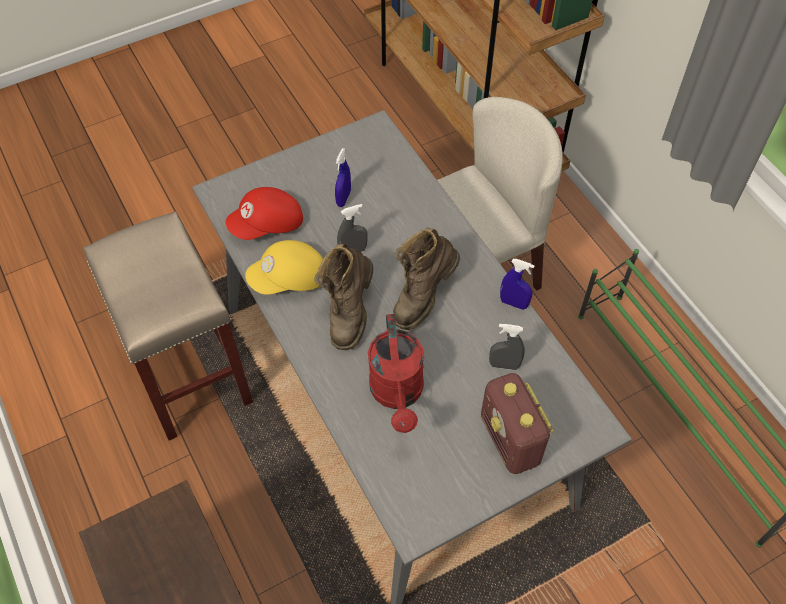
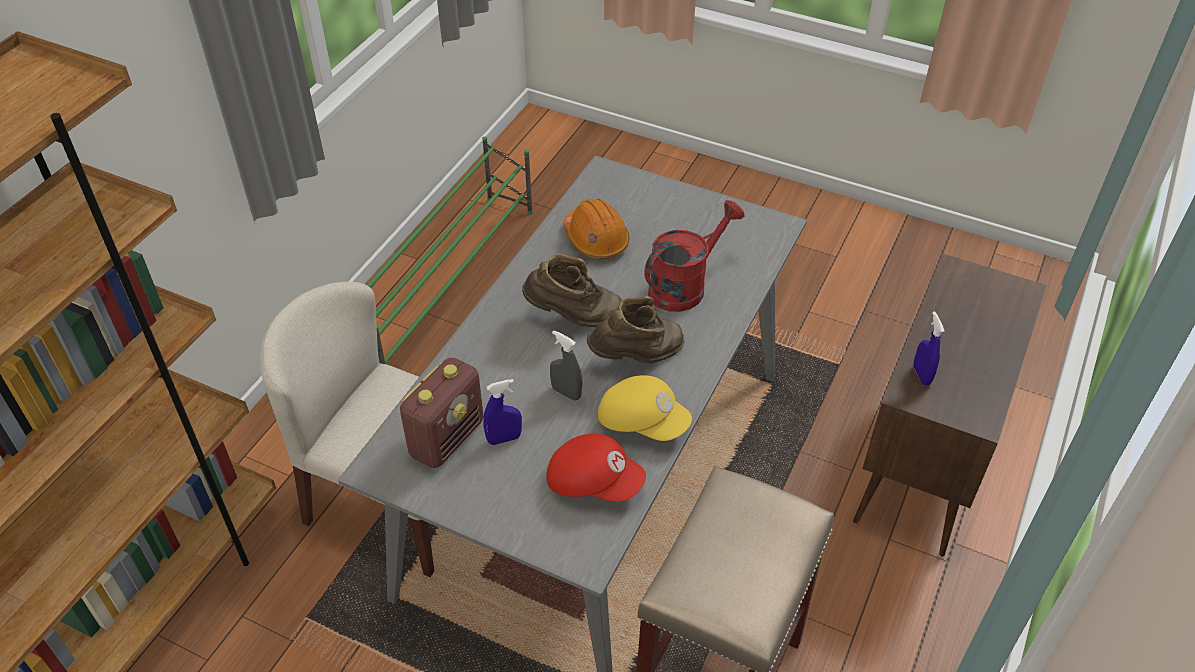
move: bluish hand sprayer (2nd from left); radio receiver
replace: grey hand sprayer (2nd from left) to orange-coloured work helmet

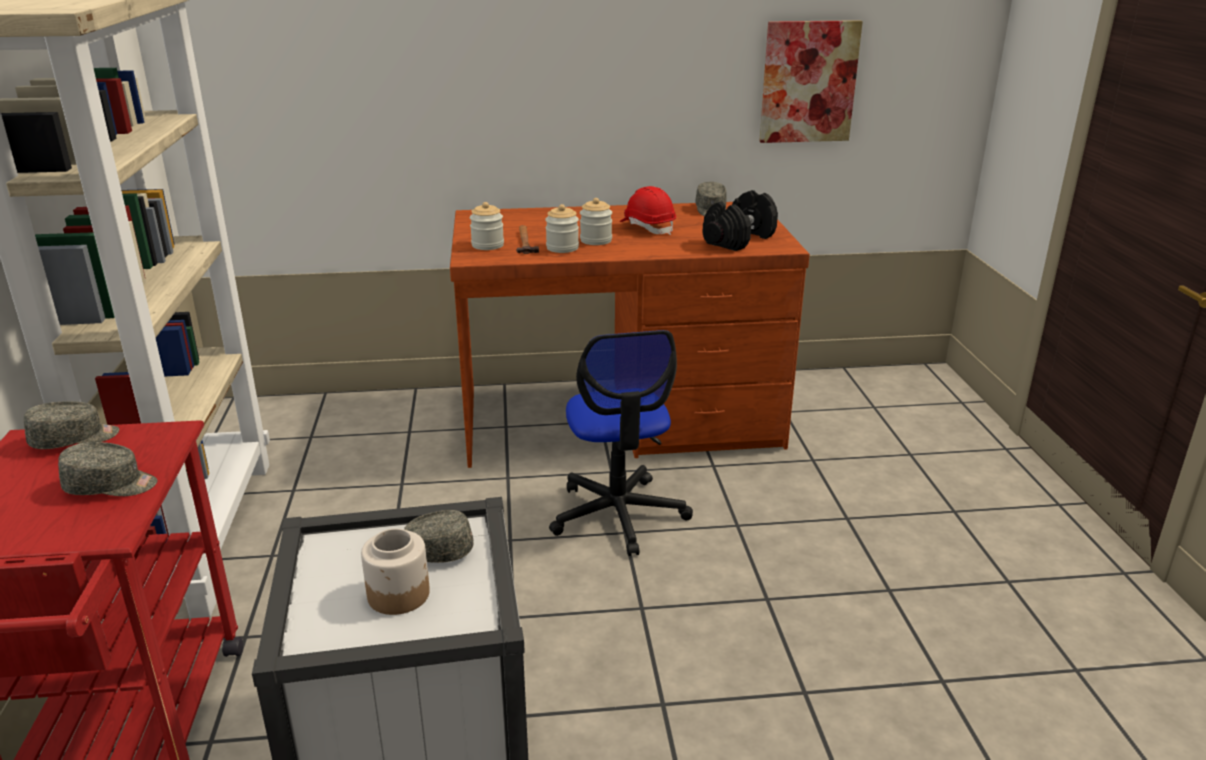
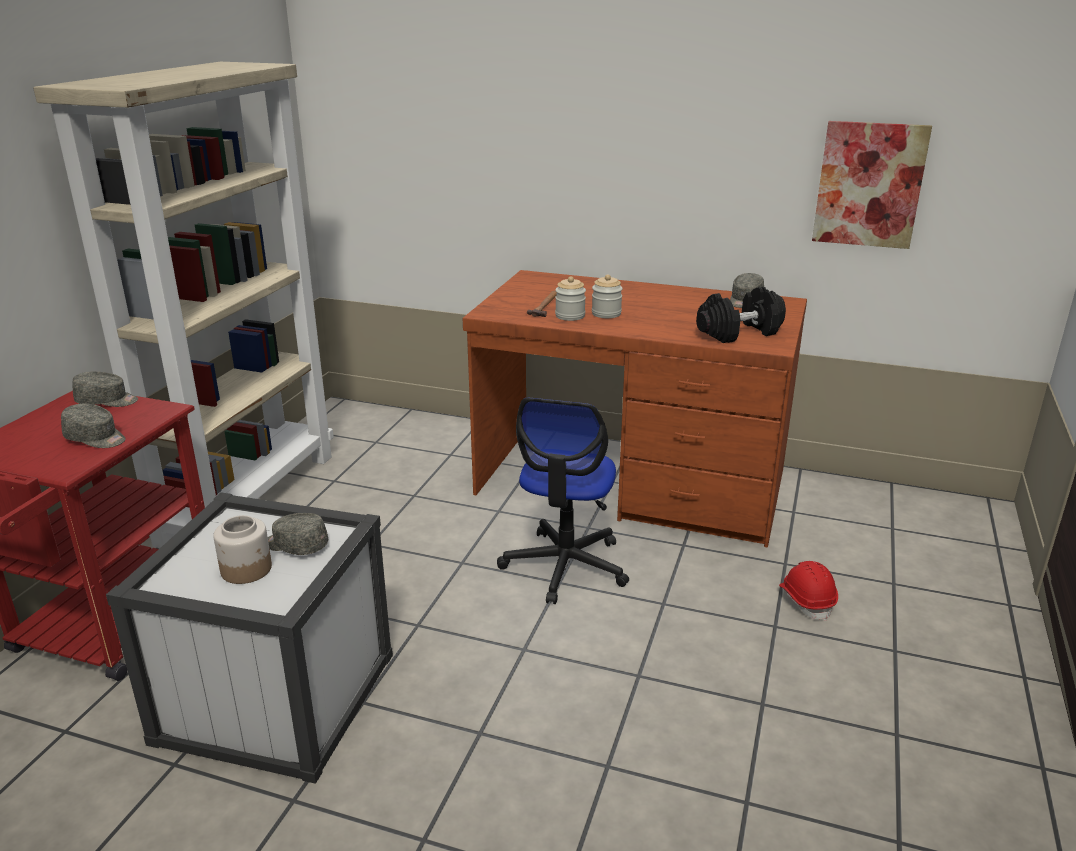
delete: preserve jar (2nd from left)
move: red-coloured work helmet

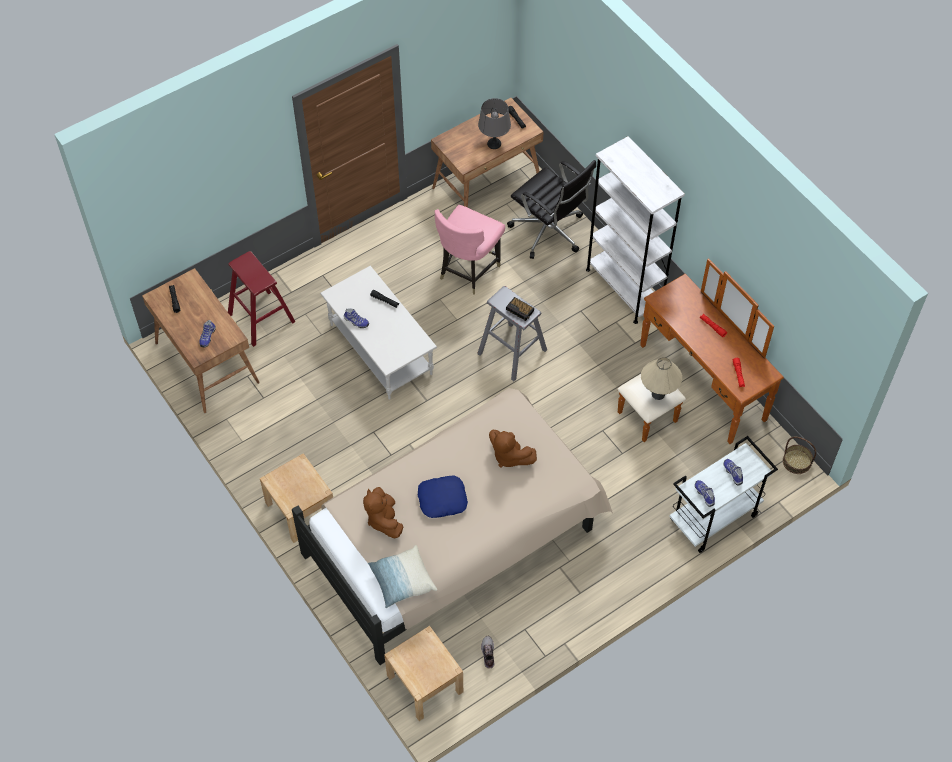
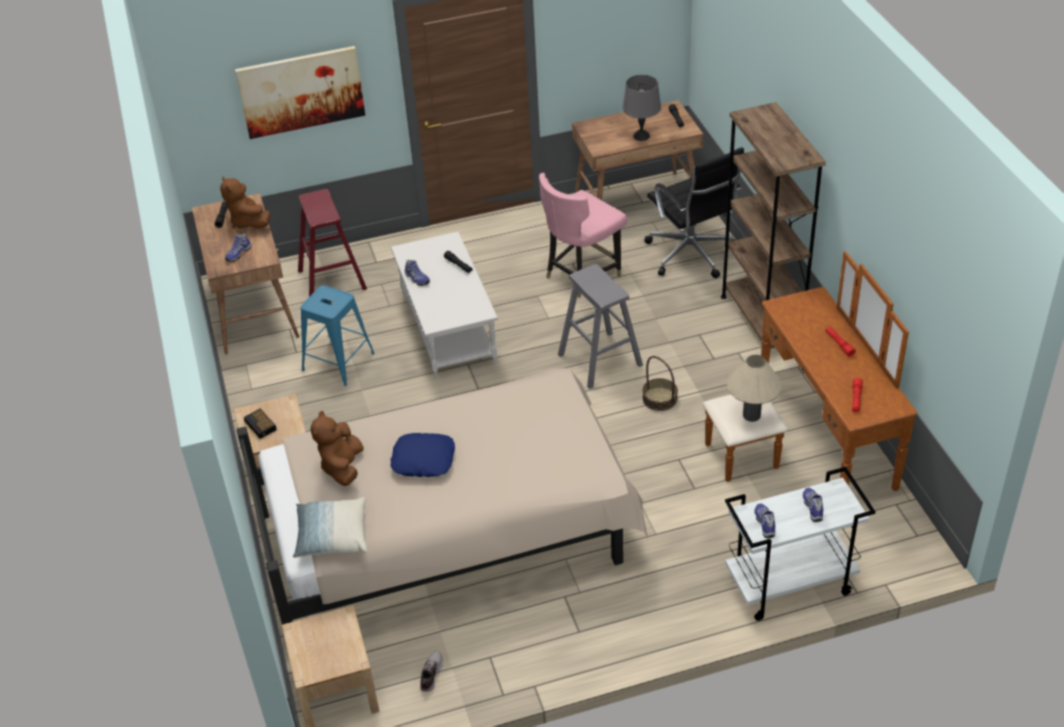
insert: wall picture; bluish stool
move: alarm clock; brown soft toy (2nd from left in the first image) to brown soft toy (1st from left); household basket
recolor: white bookshelf to brown bookshelf

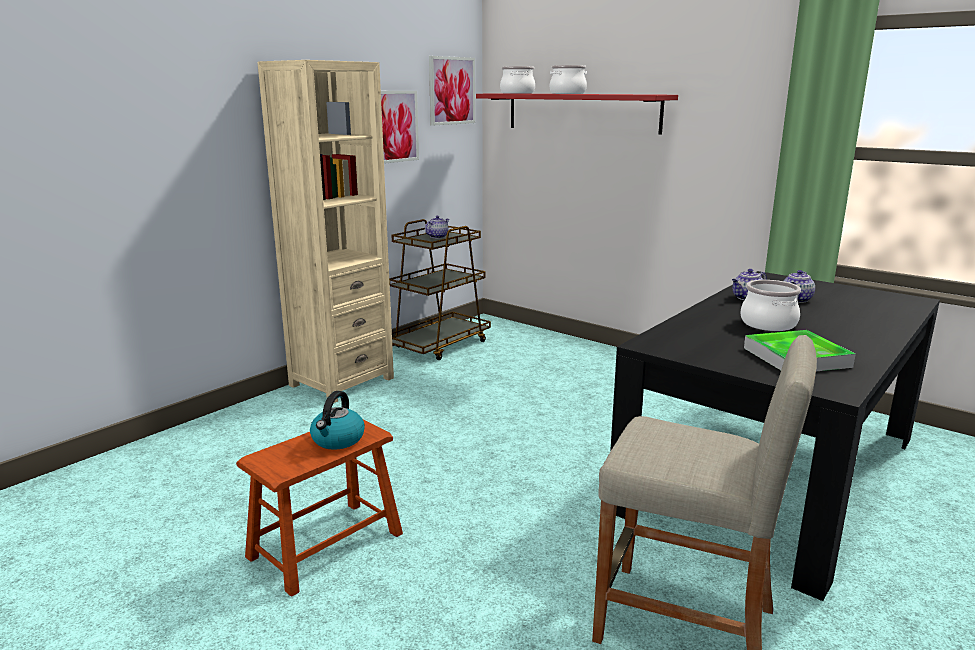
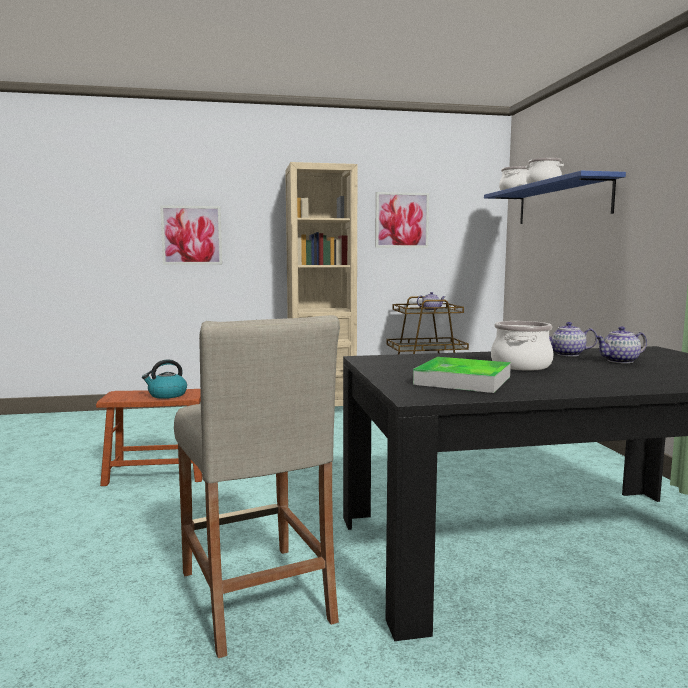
move: wall picture (2nd from left in the first image) to wall picture (1st from left)
recolor: red-coloured shelf to bluish shelf

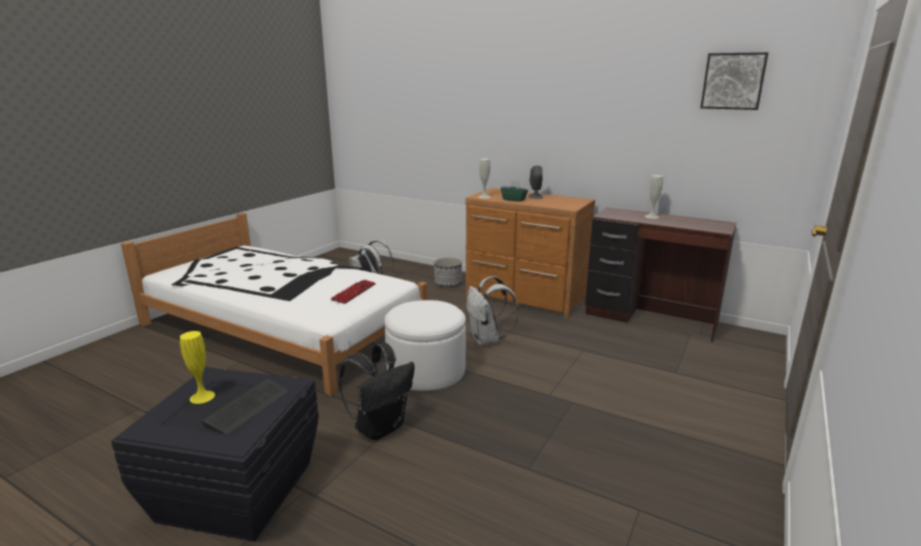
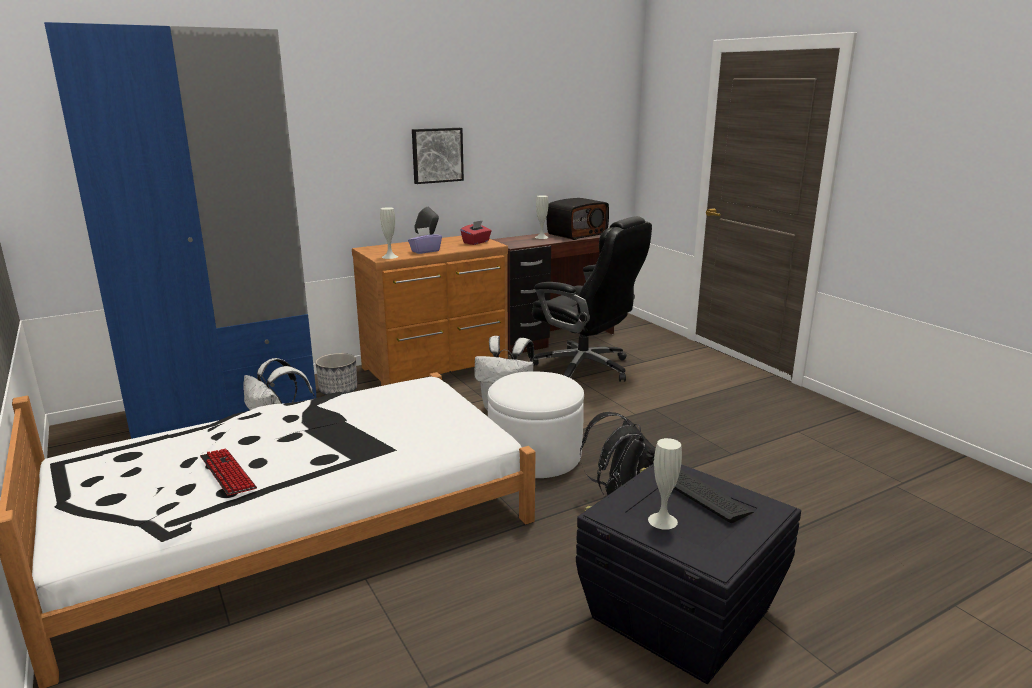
insert: bluish armoire; radio receiver; black-coloured office chair; red-coloured box of tissues
move: wall picture; computer keyboard (2nd from left in the first image) to computer keyboard (1st from left)
recolor: greenish box of tissues to purple-coloured box of tissues; yellow-coloured flower vase to white flower vase (3rd from left)

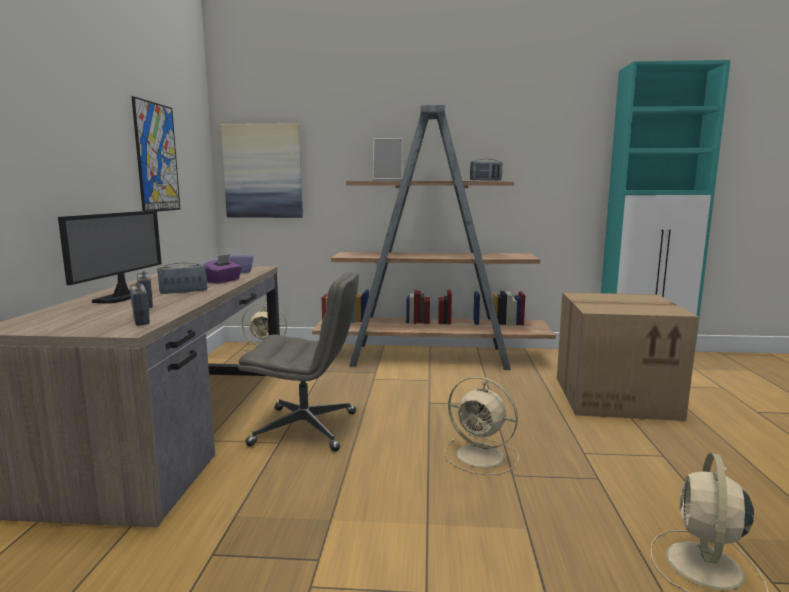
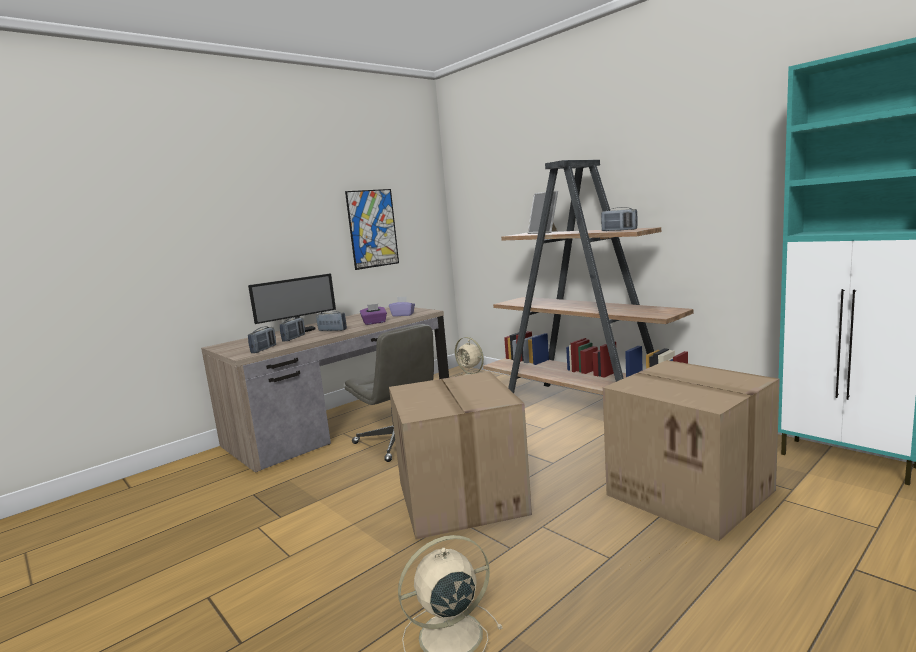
delete: wall picture (2nd from left)
replace: beige-coloured fan (2nd from left) to cardboard box (1st from left)

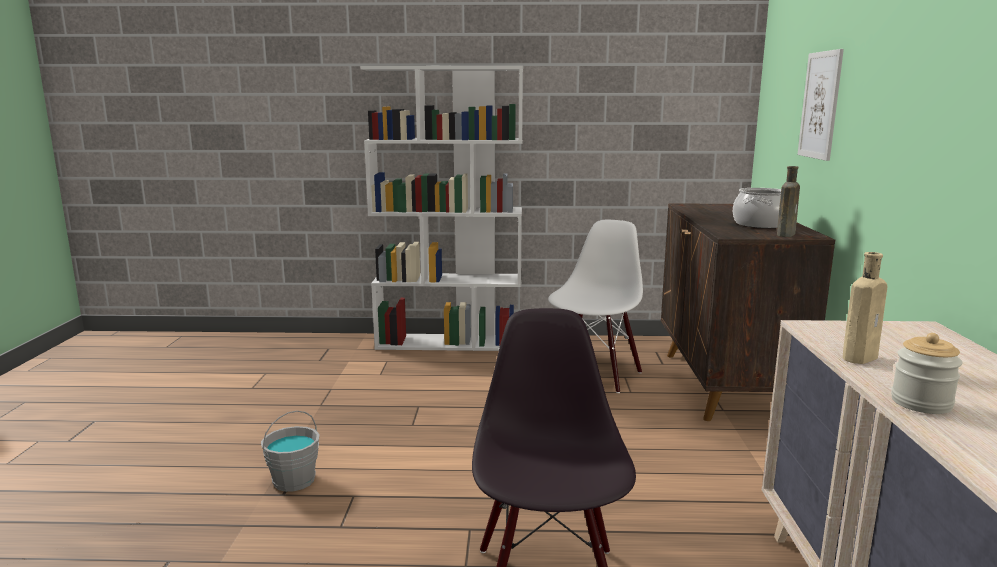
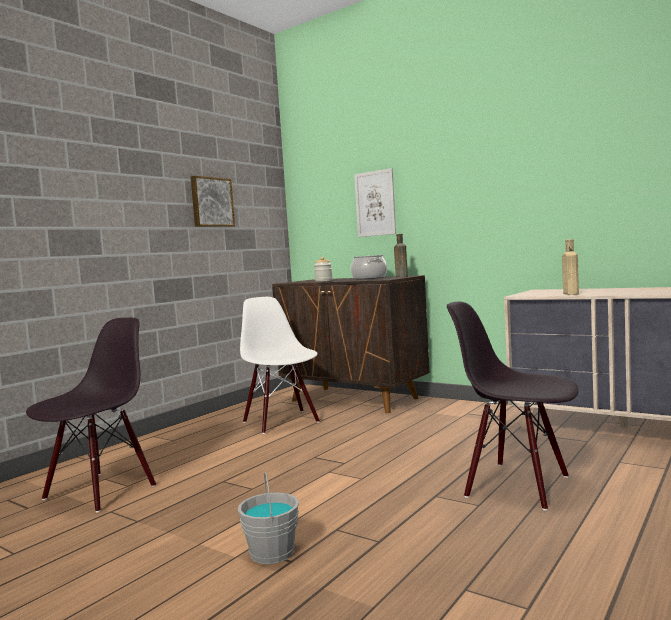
delete: white bookshelf
insert: wall picture (1st from left); black-coloured chair (1st from left)
move: preserve jar

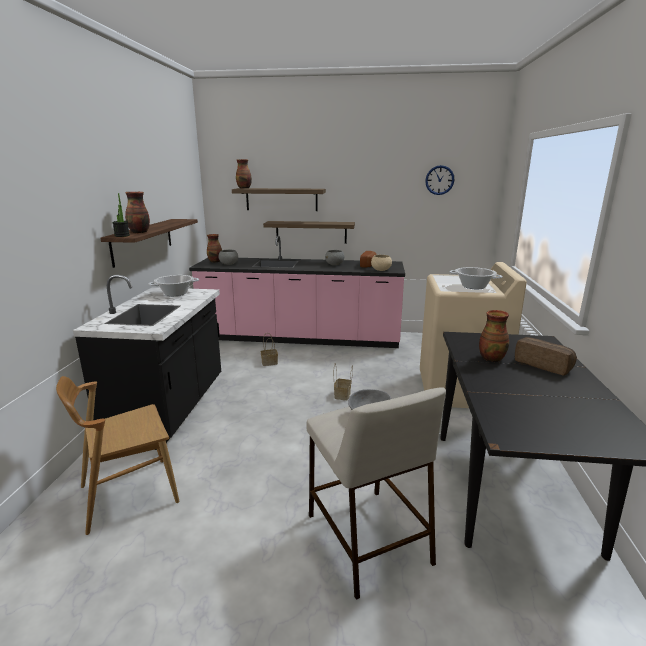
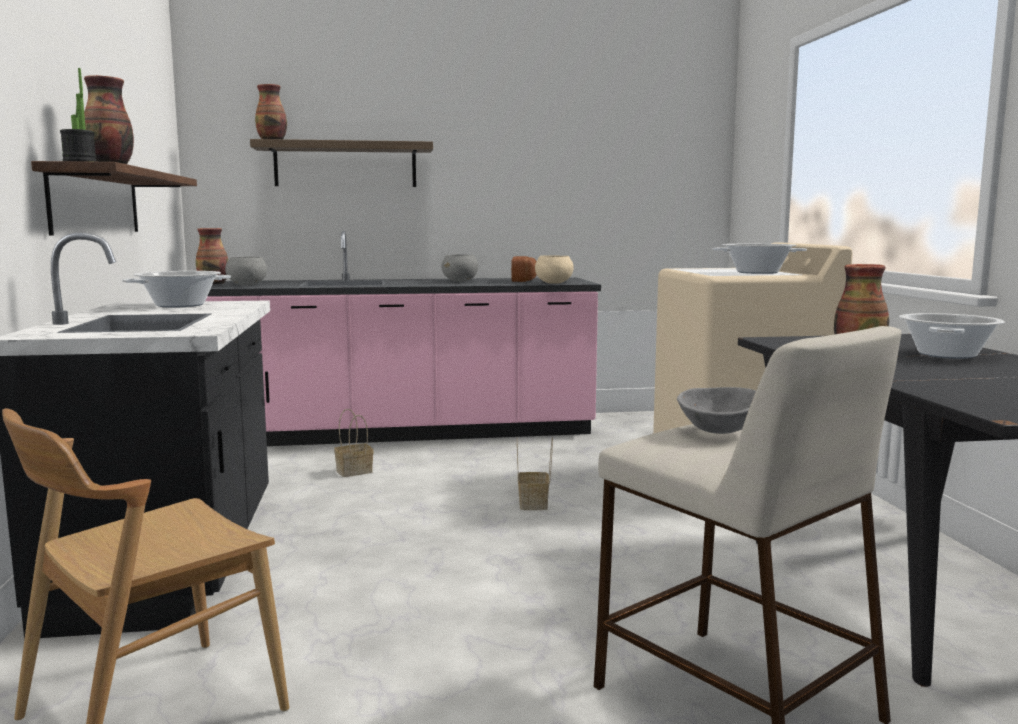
delete: hanging clock; shelf (3rd from left)
replace: bakery bread (2nd from left) to stockpot (3rd from left)

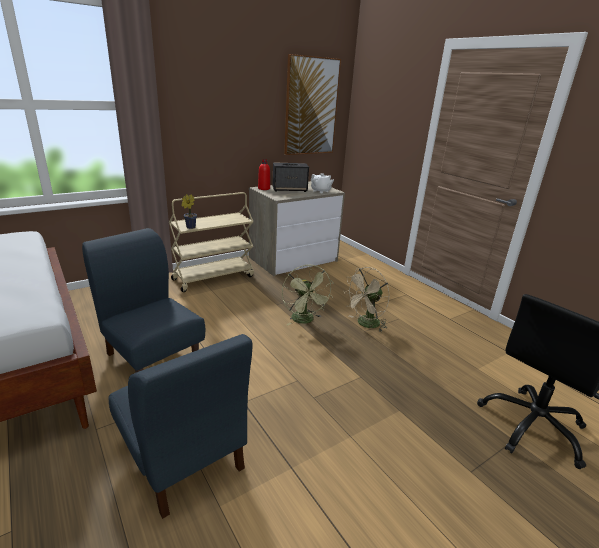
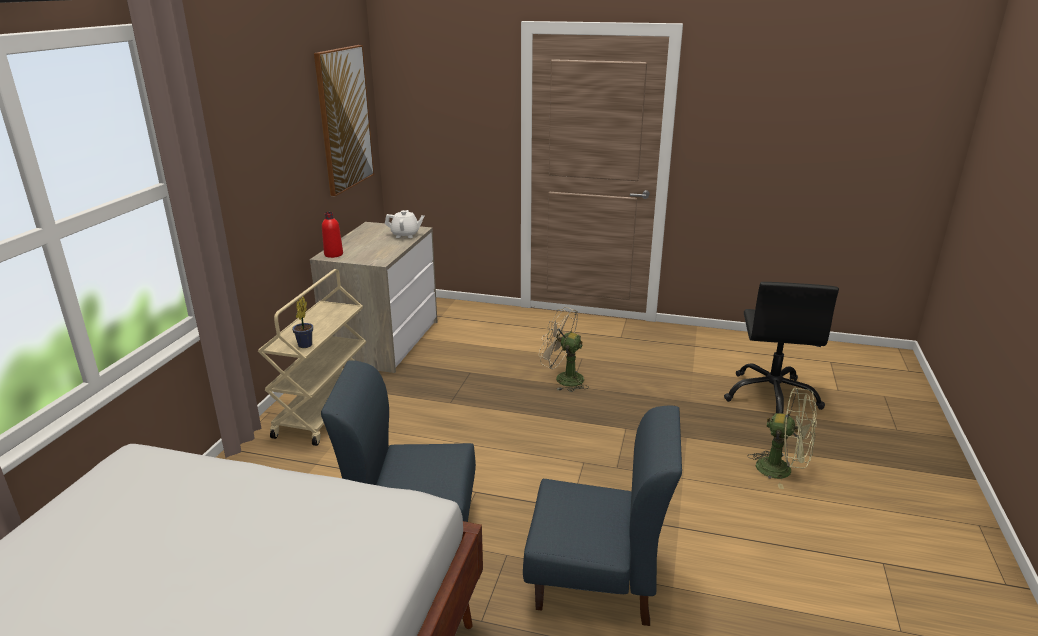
delete: speaker
move: greenish fan
rotate: beige-coloured fan 105 degrees clockwise

